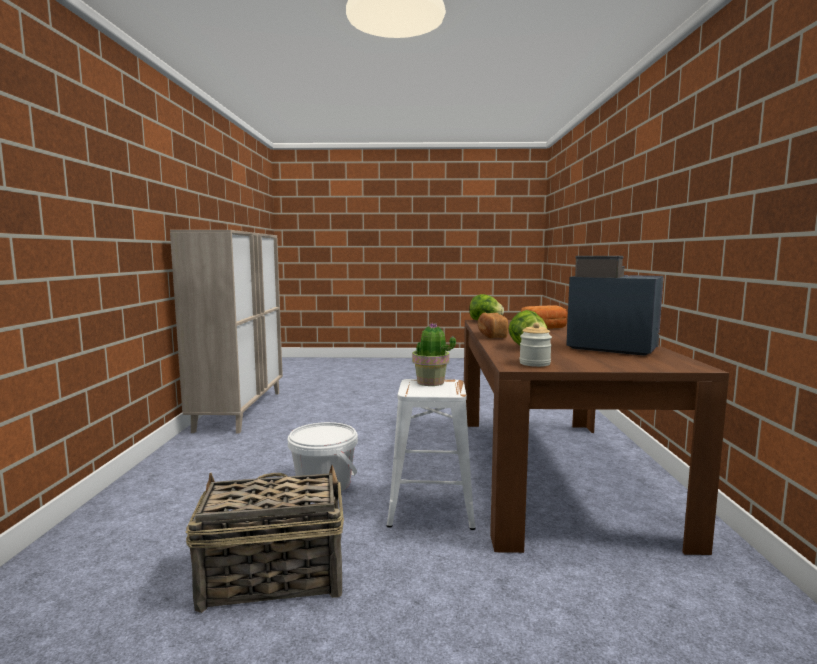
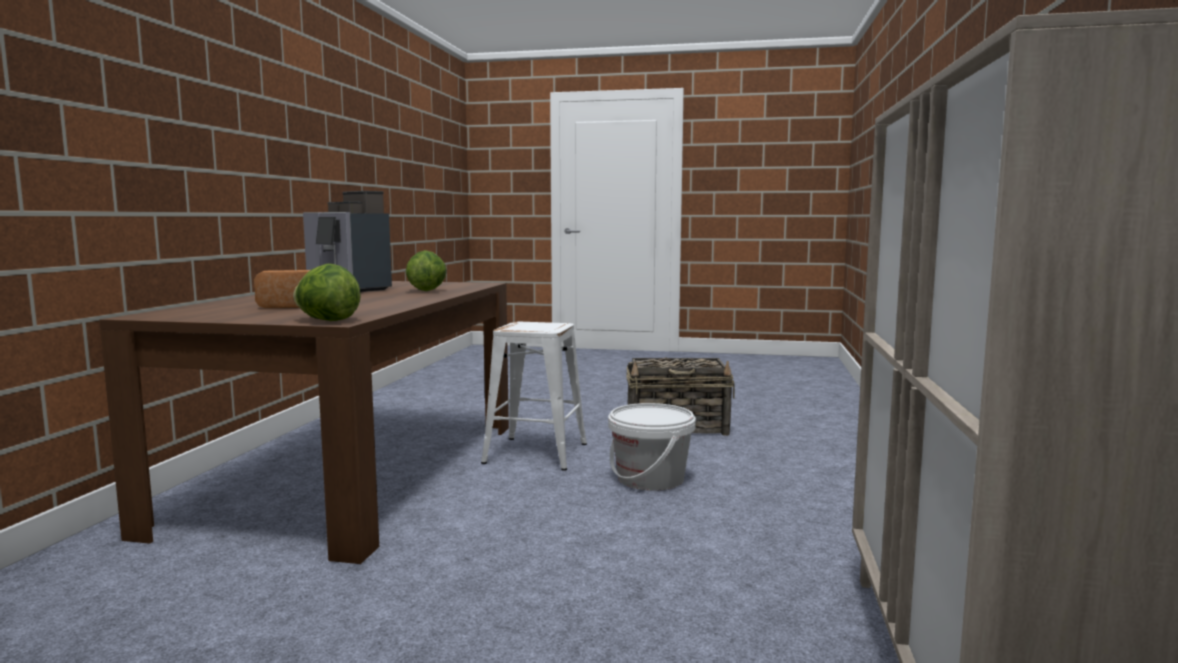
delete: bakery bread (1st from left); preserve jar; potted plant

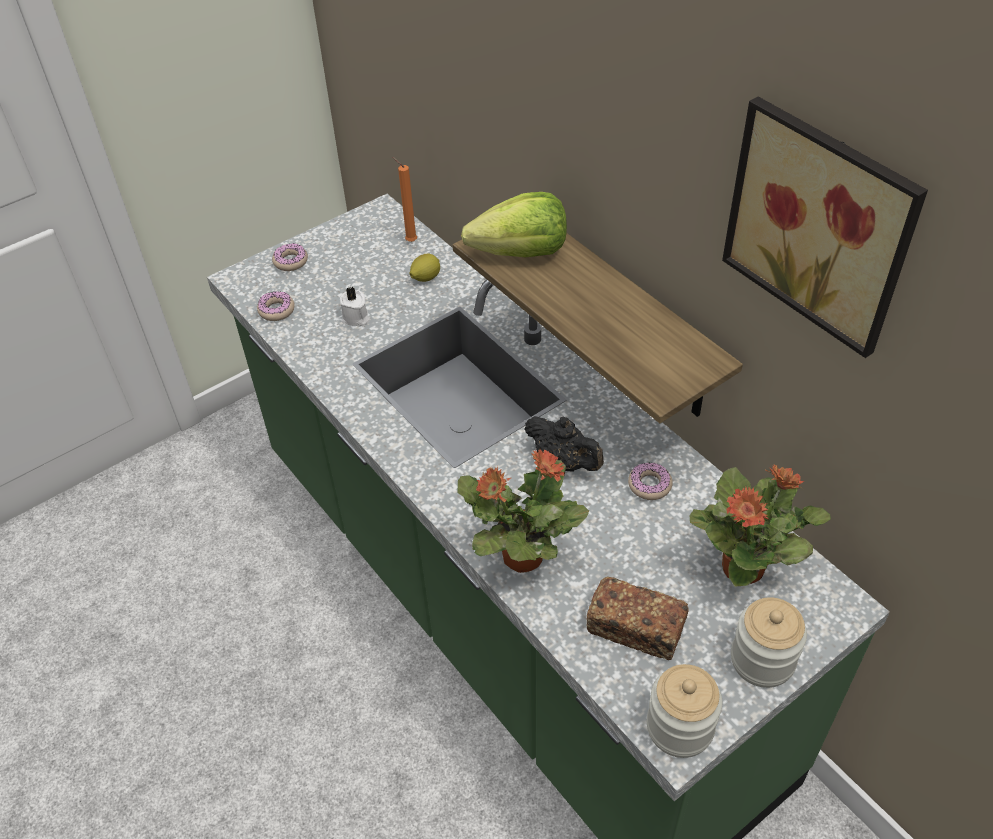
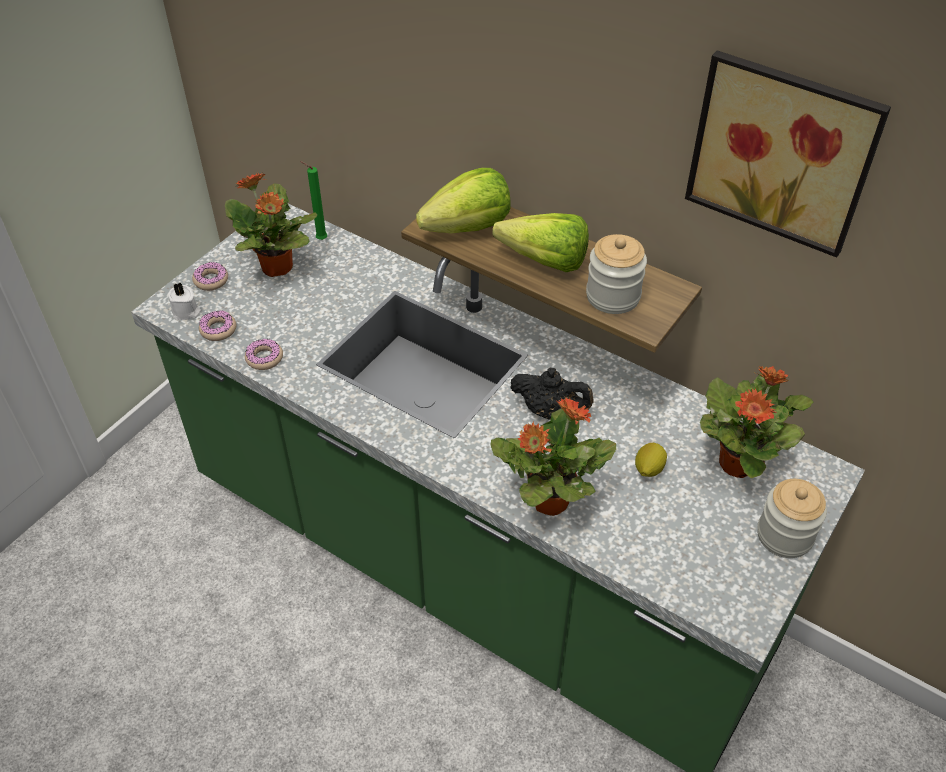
delete: bakery bread
insert: potted plant (1st from left); lettuce head (2nd from left)
move: citrus fruit; white wax light; doughnut (3rd from left); preserve jar (1st from left)
recolor: orange-coloured wax light to greenish wax light

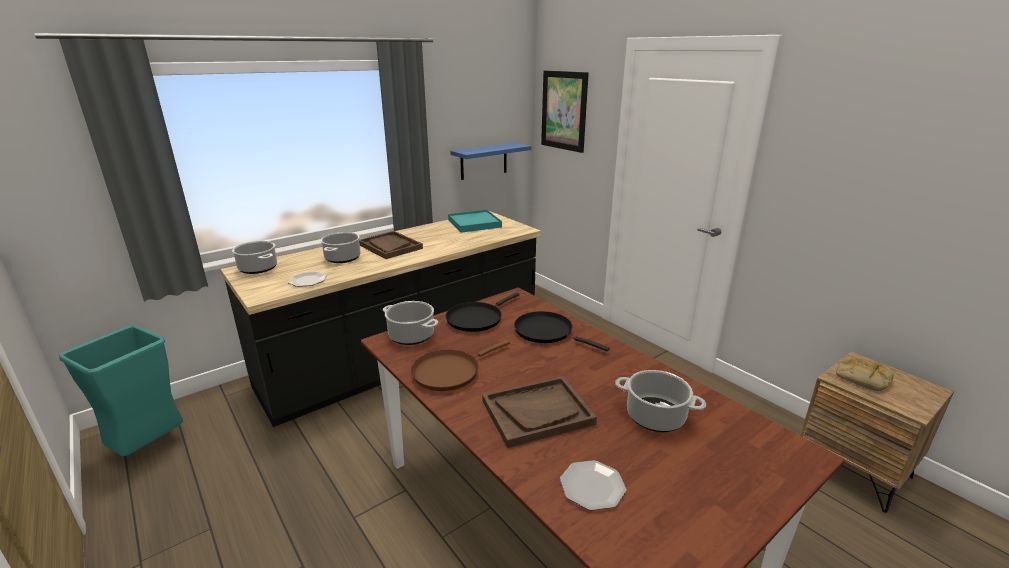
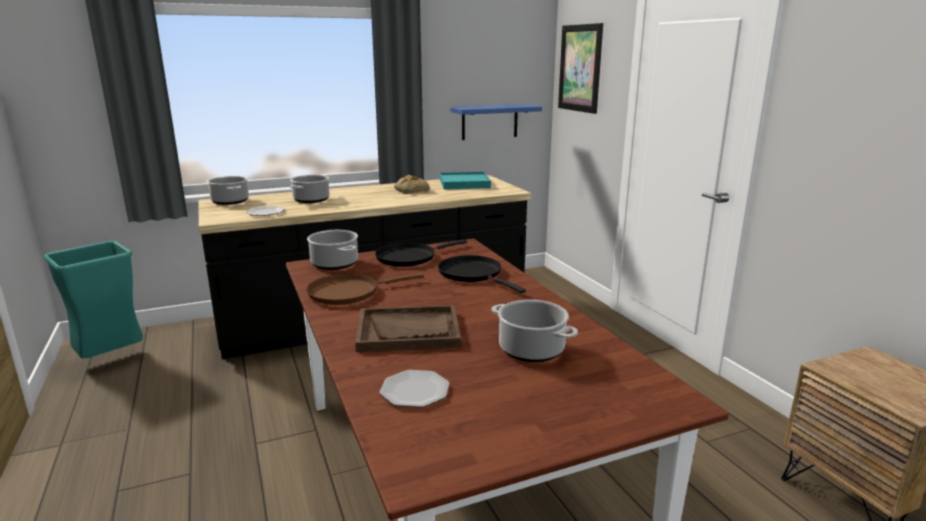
delete: brown tray (1st from left)
move: bakery bread

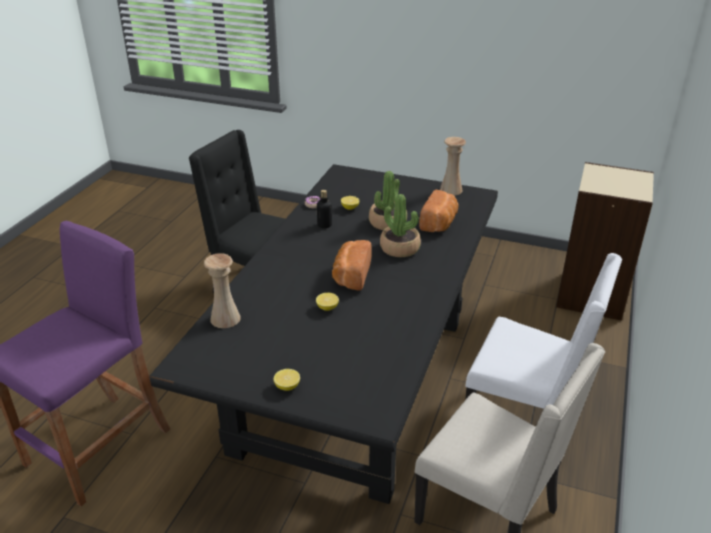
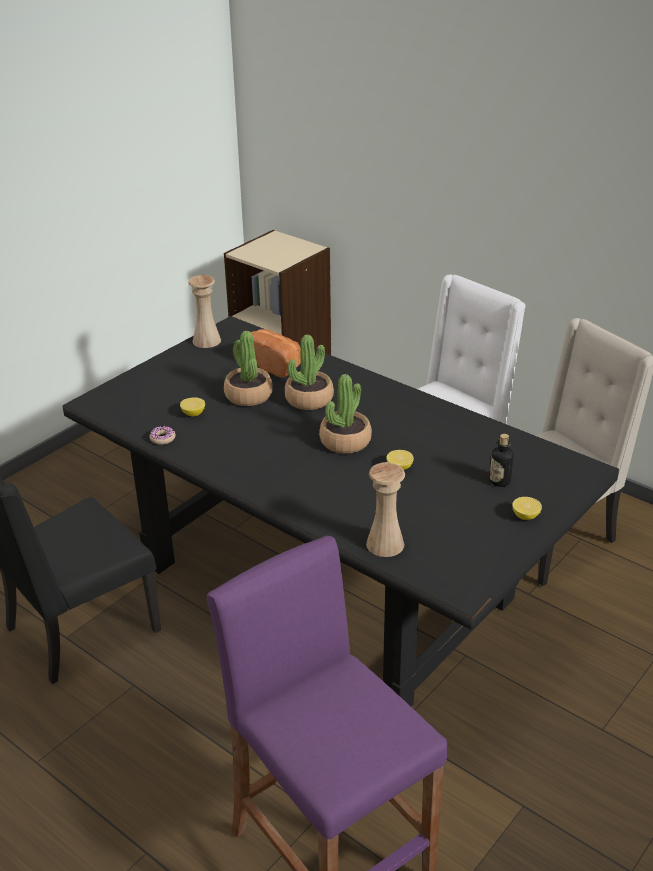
move: bottle
replace: bakery bread (1st from left) to potted plant (3rd from left)

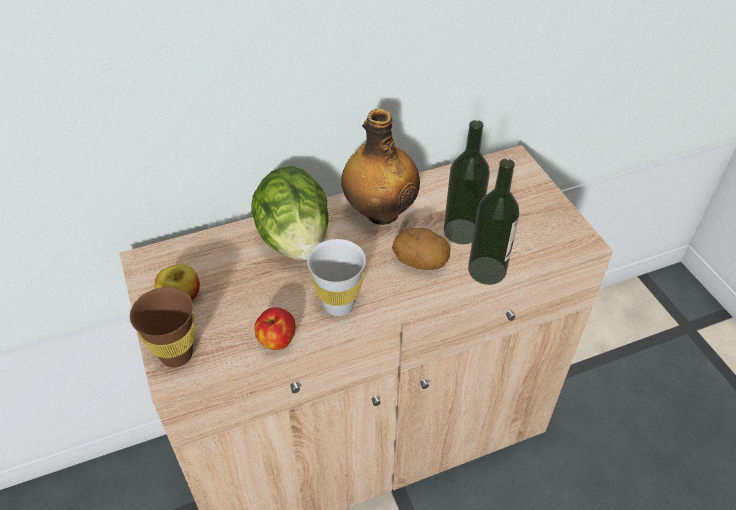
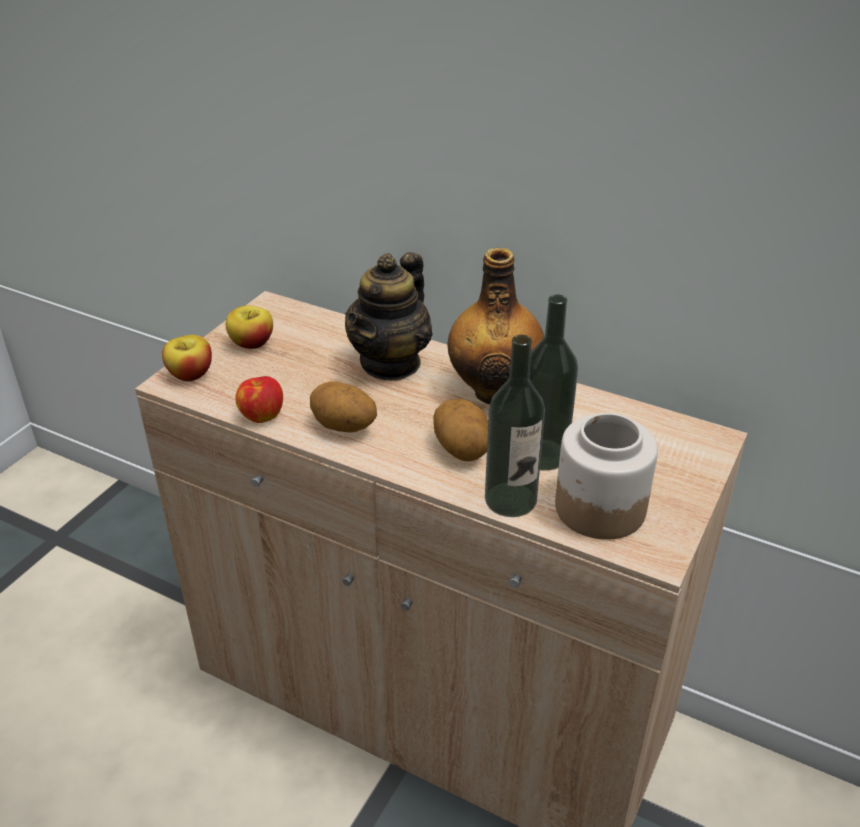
insert: preserve jar
replace: lettuce head to teapot; white cup to spud (1st from left); brown cup to whole apple (1st from left)

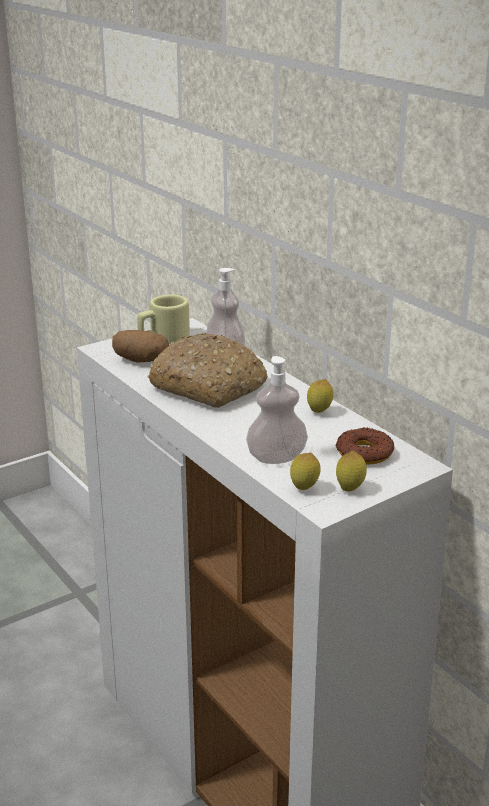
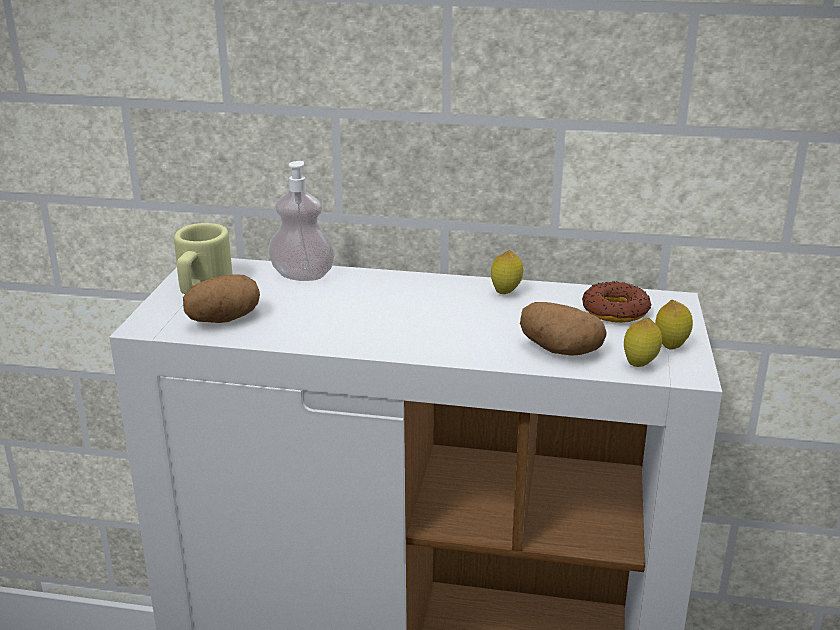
delete: bakery bread
replace: soap bottle (2nd from left) to spud (2nd from left)

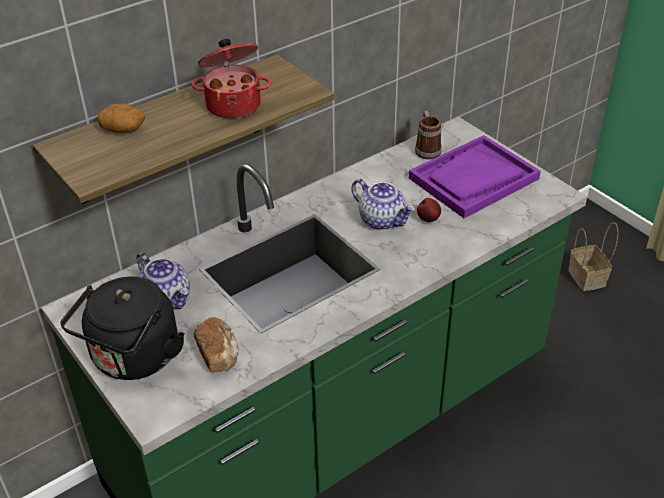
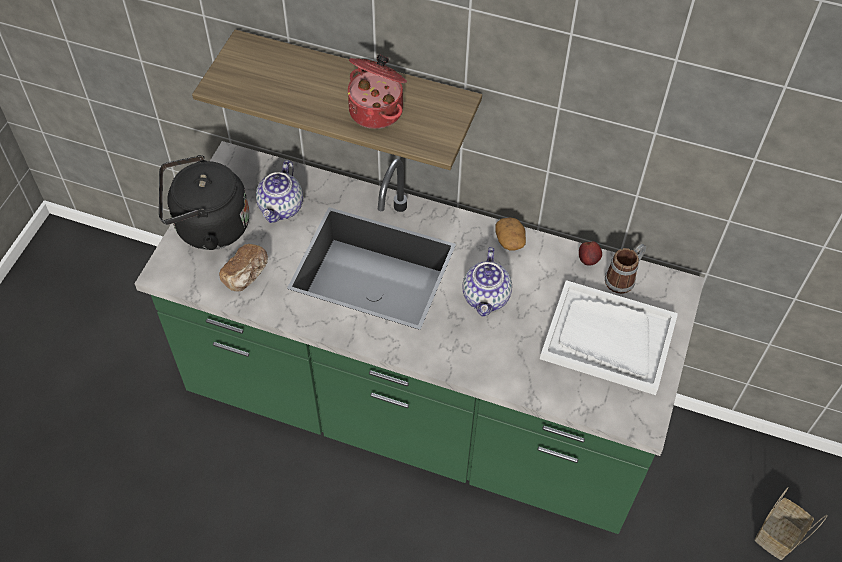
move: spud; whole apple
recolor: purple-coloured tray to white tray

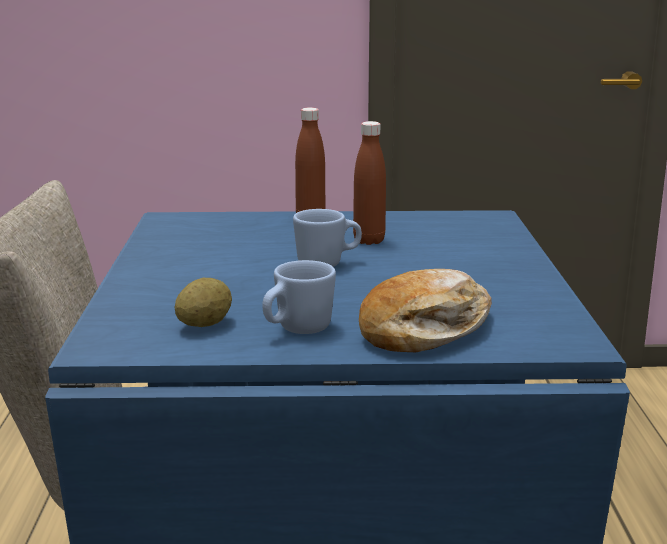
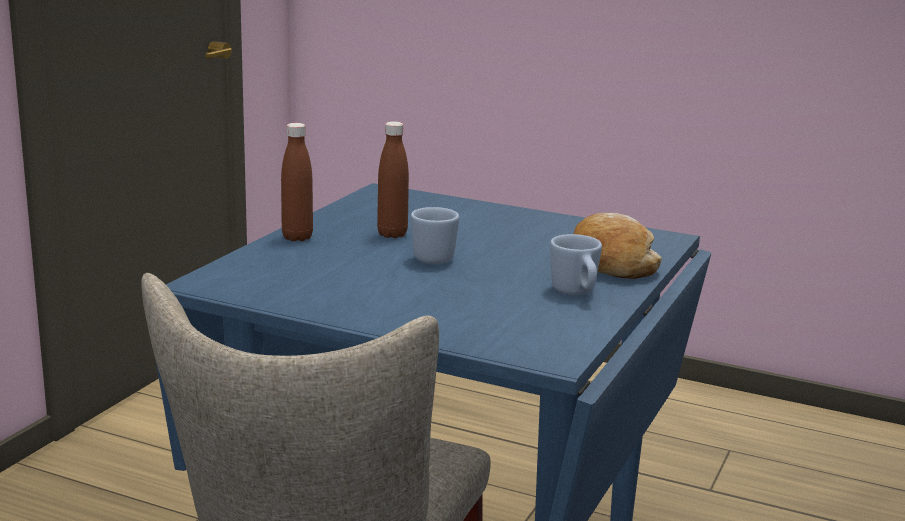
delete: spud

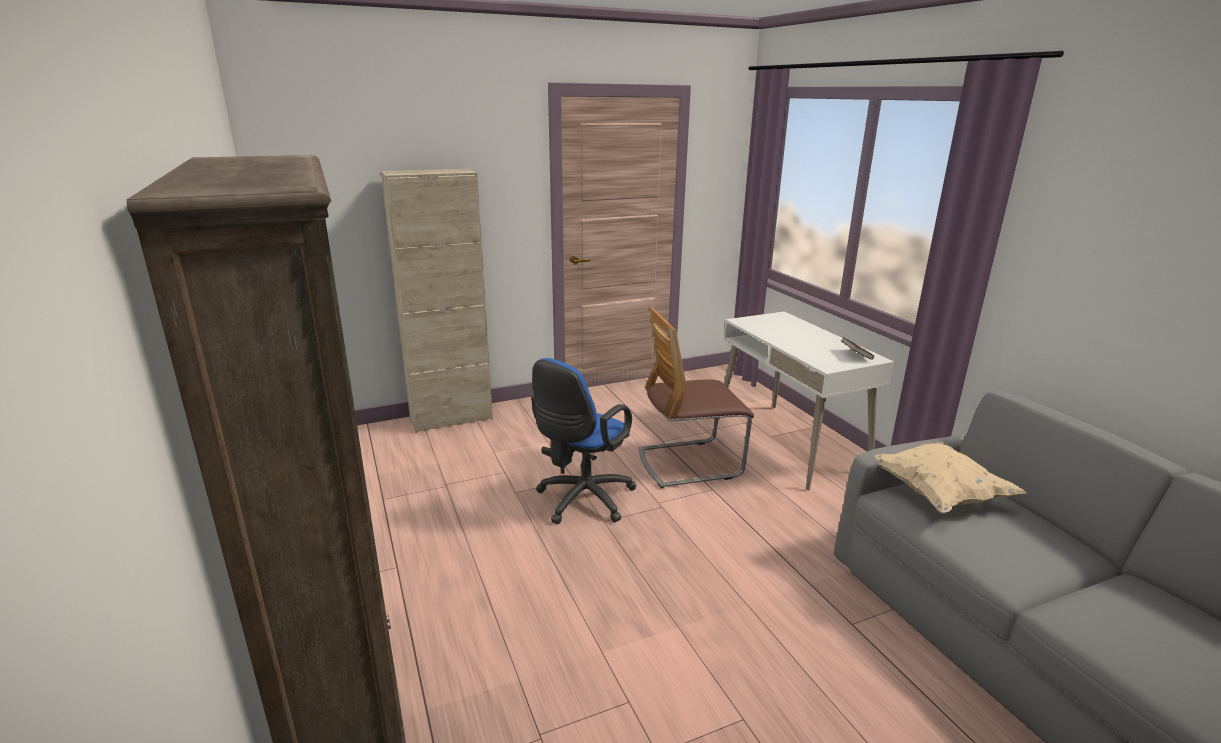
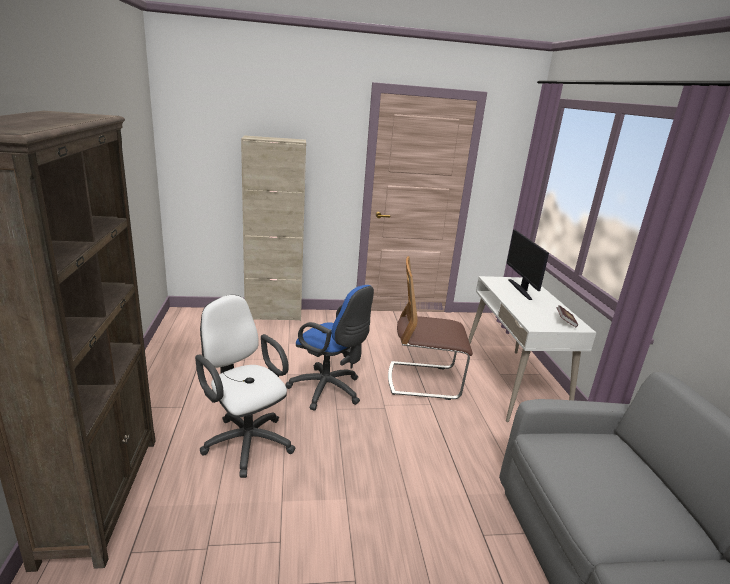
delete: beige-coloured pillow
insert: computer display; white office chair
rotate: bluish office chair 105 degrees counterclockwise

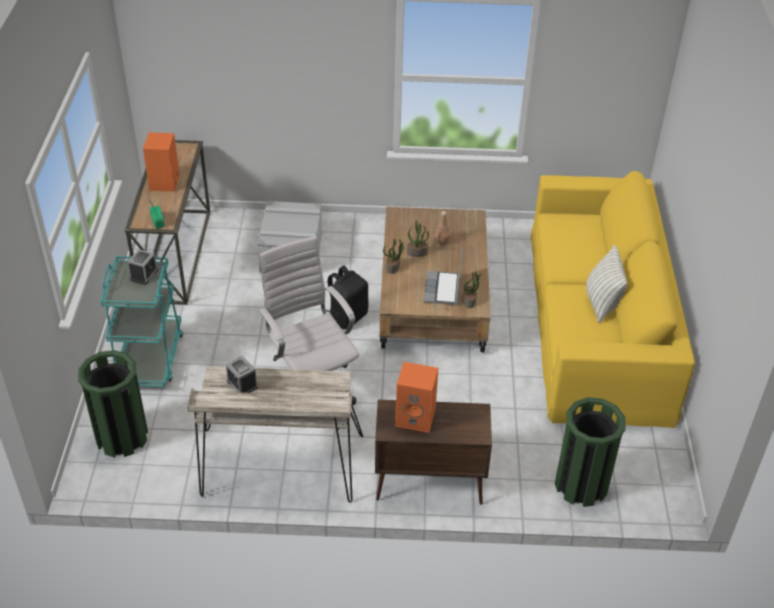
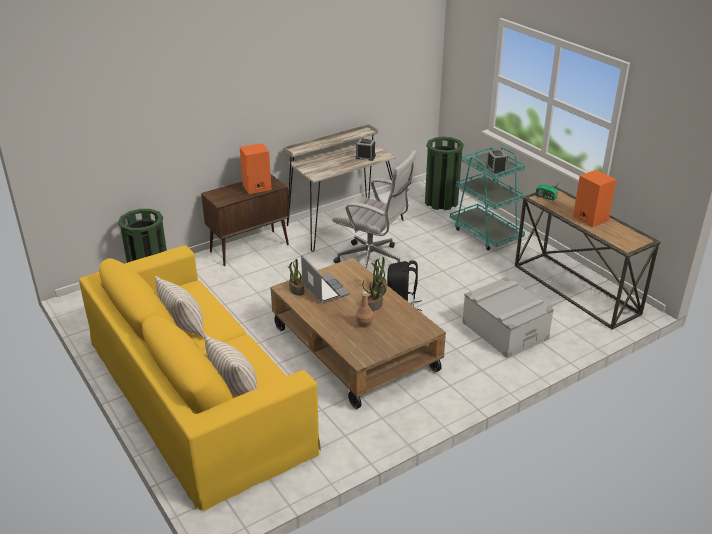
insert: pillow (2nd from left)

